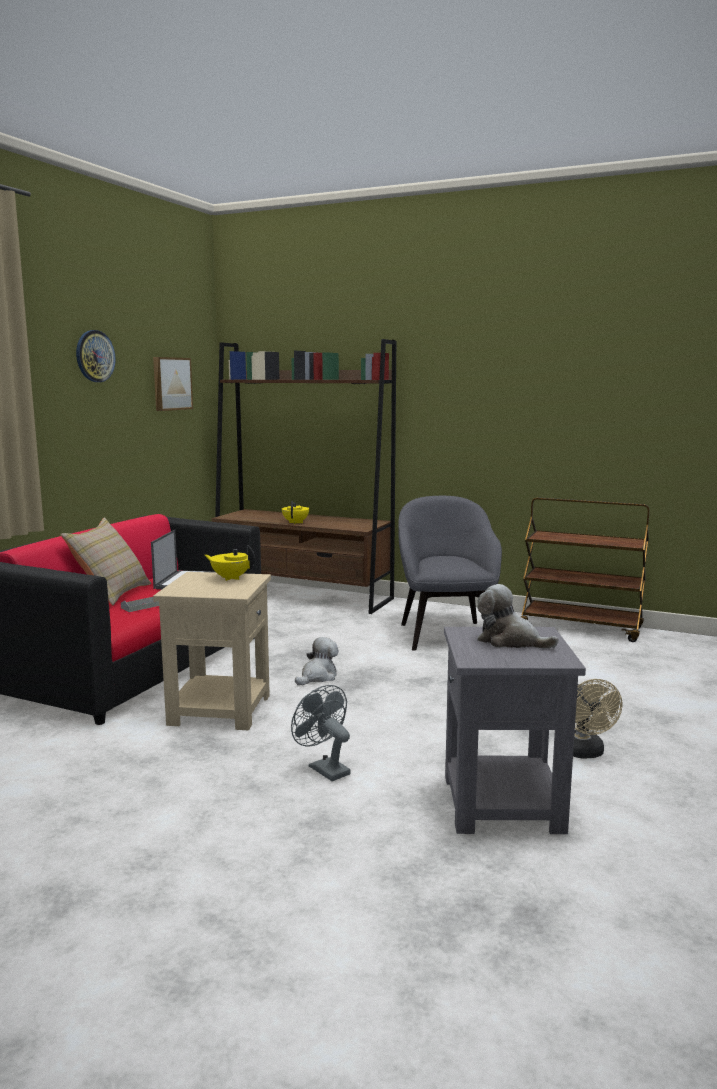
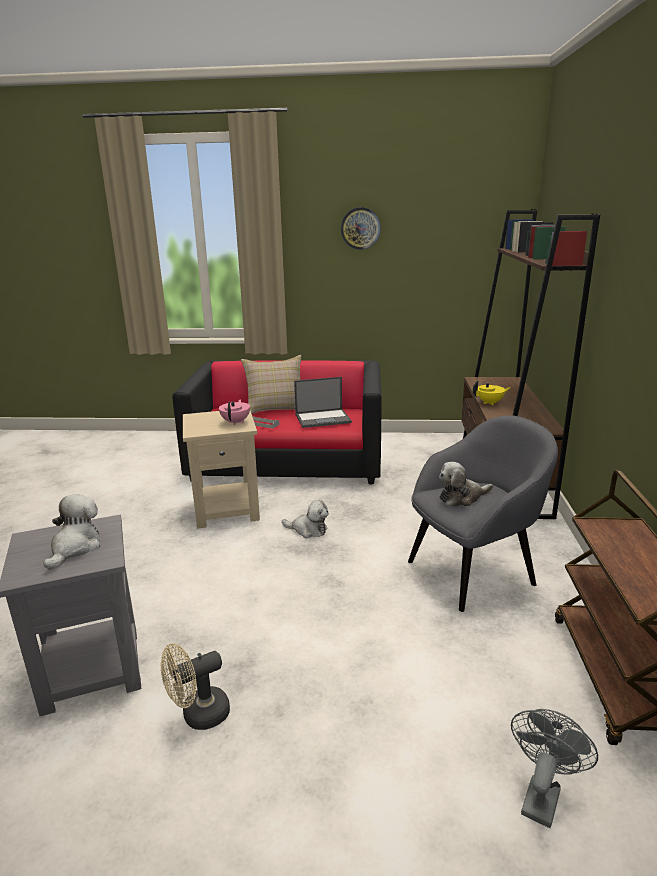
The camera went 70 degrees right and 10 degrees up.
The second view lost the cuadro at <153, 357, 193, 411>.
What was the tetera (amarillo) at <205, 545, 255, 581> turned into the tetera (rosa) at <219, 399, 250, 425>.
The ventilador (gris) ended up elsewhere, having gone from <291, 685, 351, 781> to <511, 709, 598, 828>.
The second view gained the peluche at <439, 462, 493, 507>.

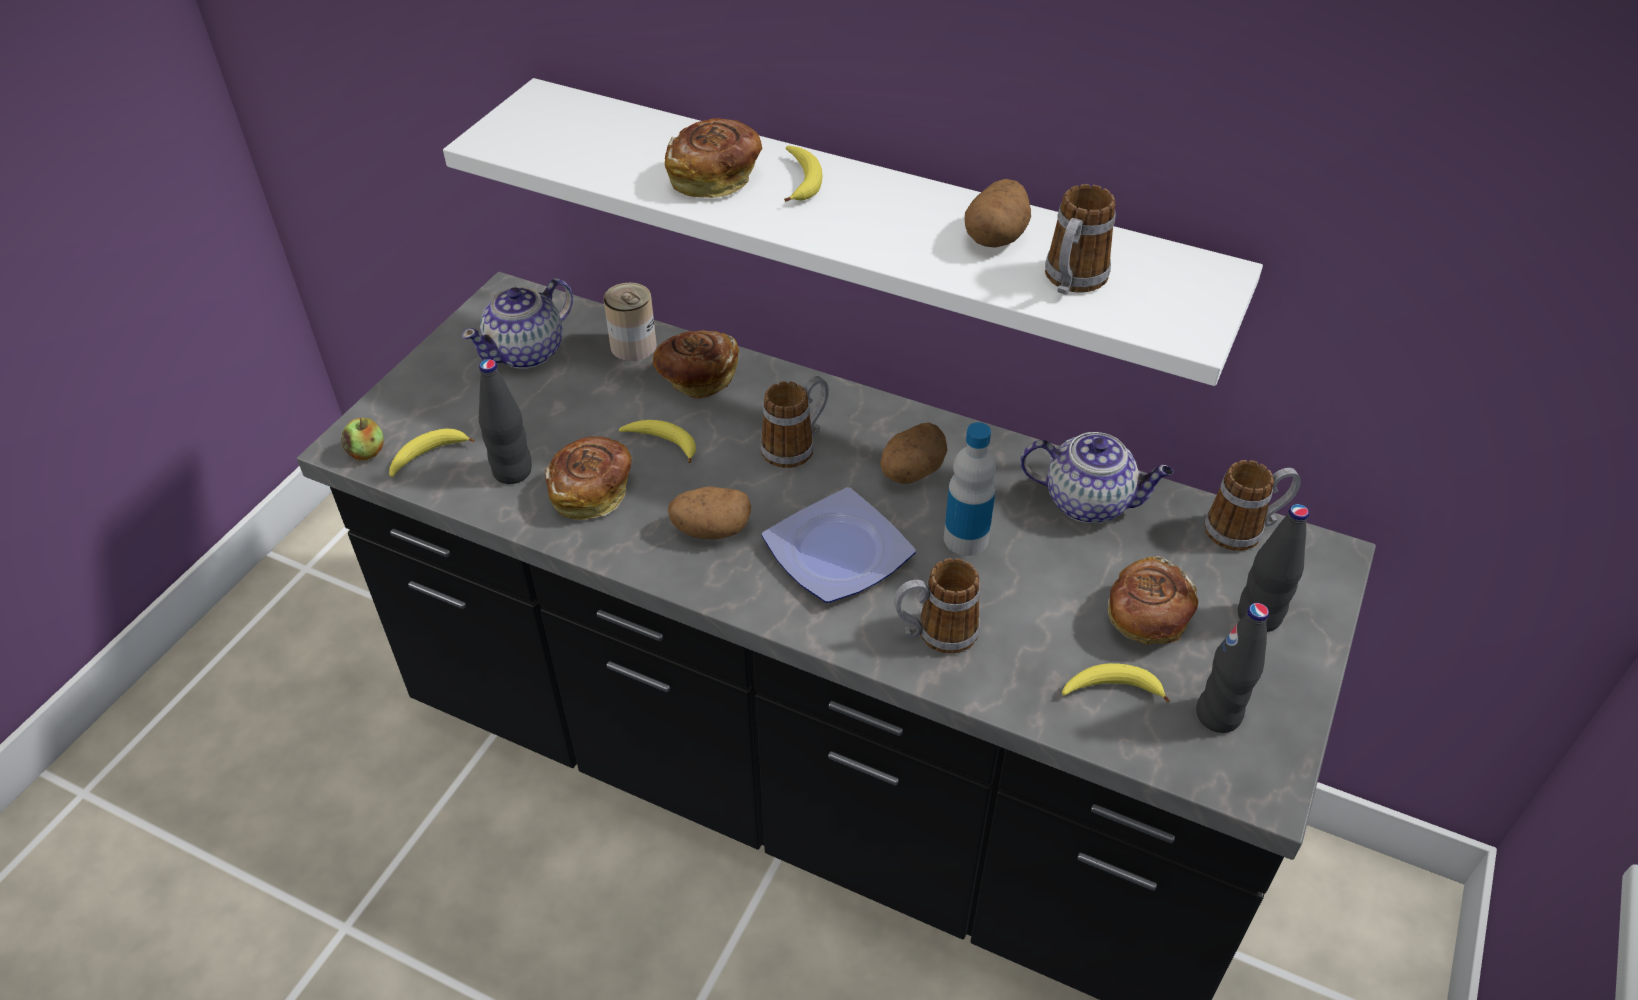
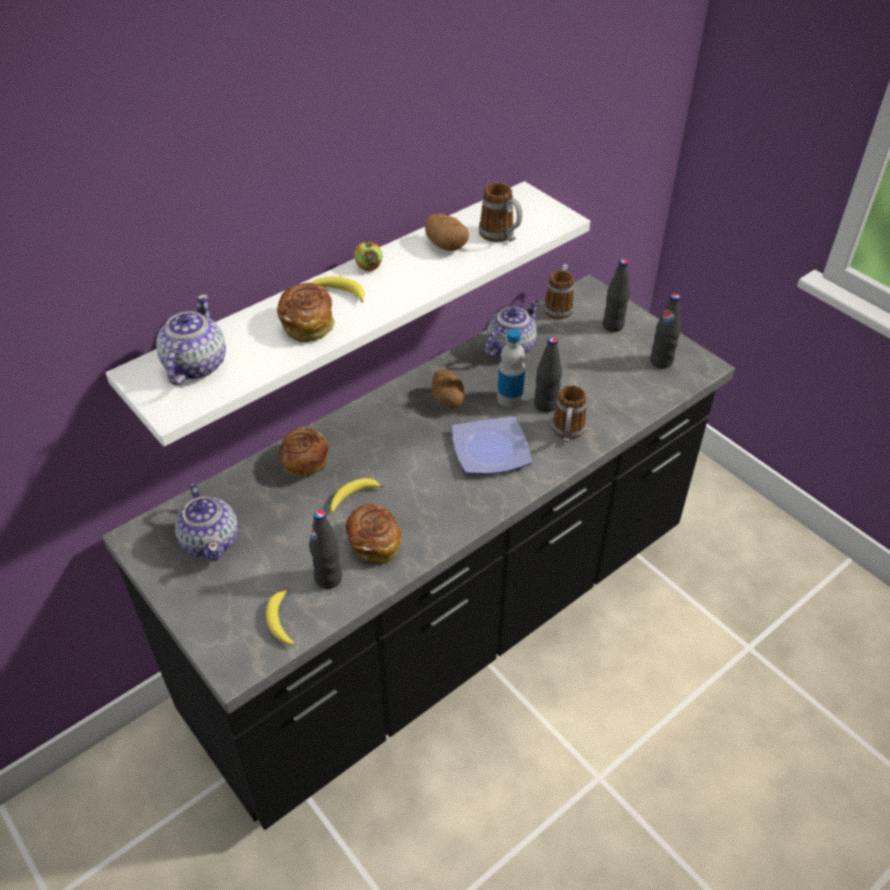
The camera went 65 degrees left and 0 degrees up.
The second view lost the lata at <604, 283, 657, 361>.
The second view lost the taza grande at <760, 376, 829, 468>.
The manzana ended up elsewhere, having gone from <341, 418, 384, 461> to <354, 240, 383, 271>.
The second view lost the patata at <668, 486, 751, 539>.
The second view lost the pan at <1108, 556, 1198, 645>.
The second view lost the plátano at <1062, 663, 1170, 703>.
The second view gained the tetera at <156, 294, 226, 385>.
The second view gained the botella (negro) at <534, 337, 562, 412>.

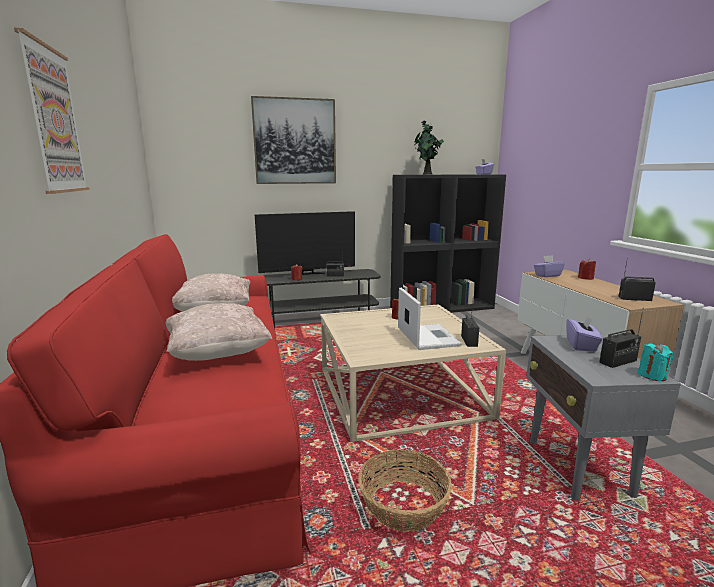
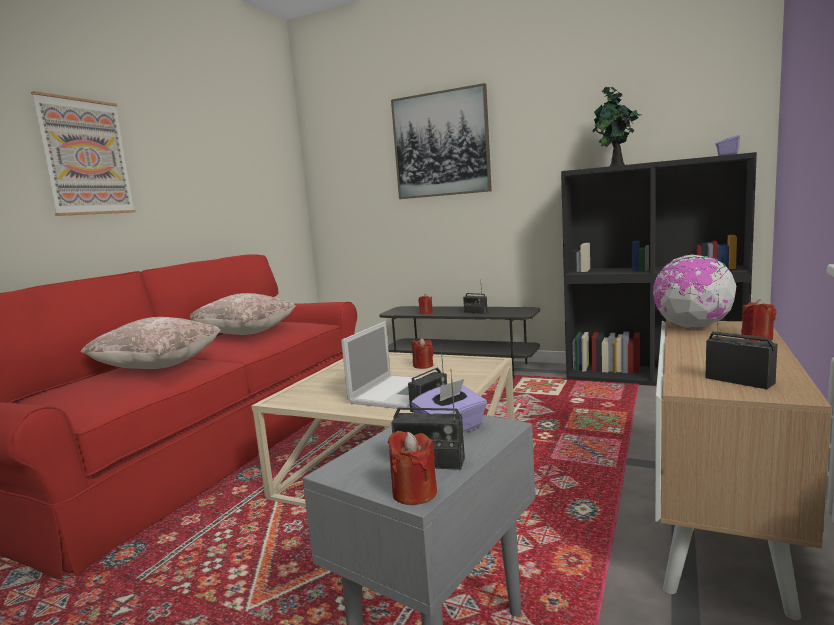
The camera went 40 degrees right and 5 degrees down.
The second view lost the televisor at <255, 211, 355, 275>.
Where the caja de pañuelos (morado) stood at <534, 255, 565, 277>, the globo terráqueo came to stand at <653, 254, 736, 329>.
What was the vela (turquesa) at <638, 343, 673, 381> turned into the vela (rojo) at <388, 431, 437, 505>.
The second view lost the cesta at <358, 449, 452, 532>.

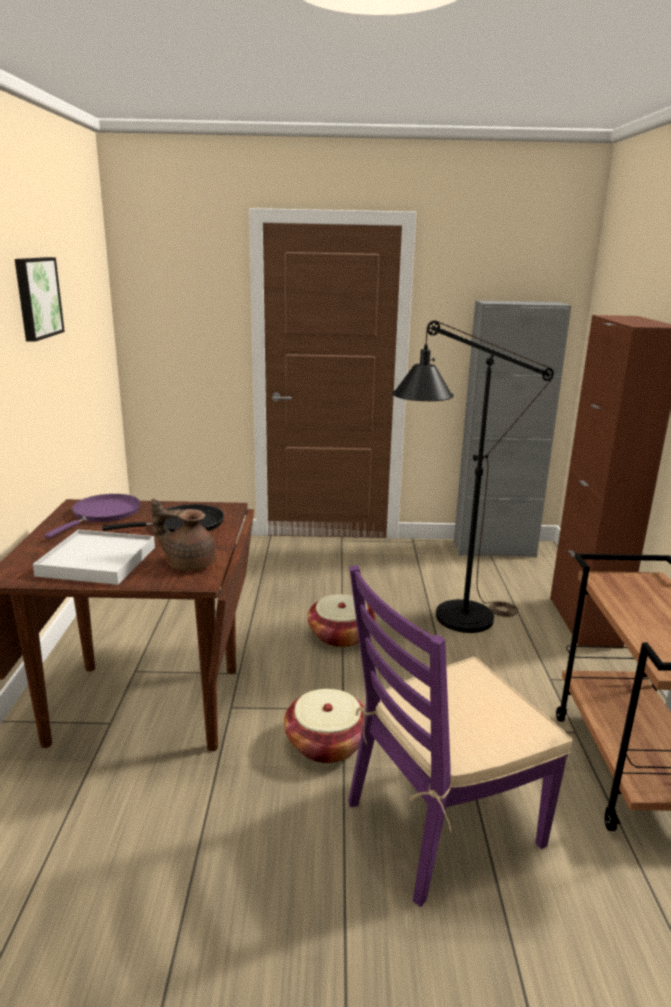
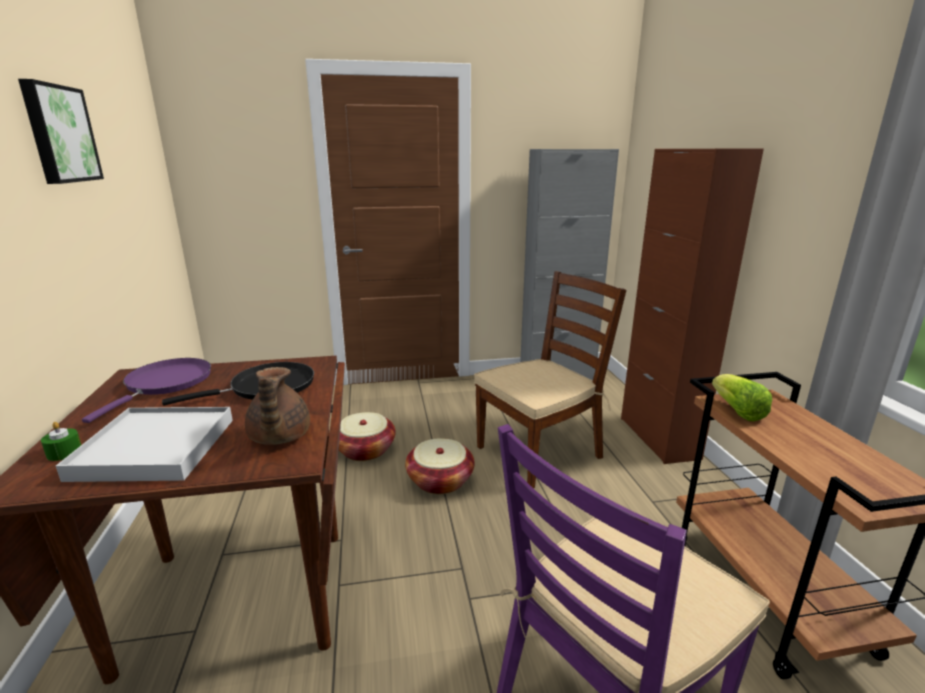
The camera went 10 degrees left and 0 degrees up.
Where the lámpara de pie (negro) stood at <392, 320, 554, 633>, the silla (marrón) came to stand at <474, 271, 626, 488>.
The tetera (marrón) at <151, 498, 216, 571> ended up facing another way, 105 degrees counterclockwise from before.
The cesta ended up elsewhere, having gone from <284, 689, 364, 763> to <339, 412, 396, 461>.
The second view gained the lechuga at <712, 374, 772, 421>.
The second view gained the vela (verde) at <41, 422, 81, 461>.

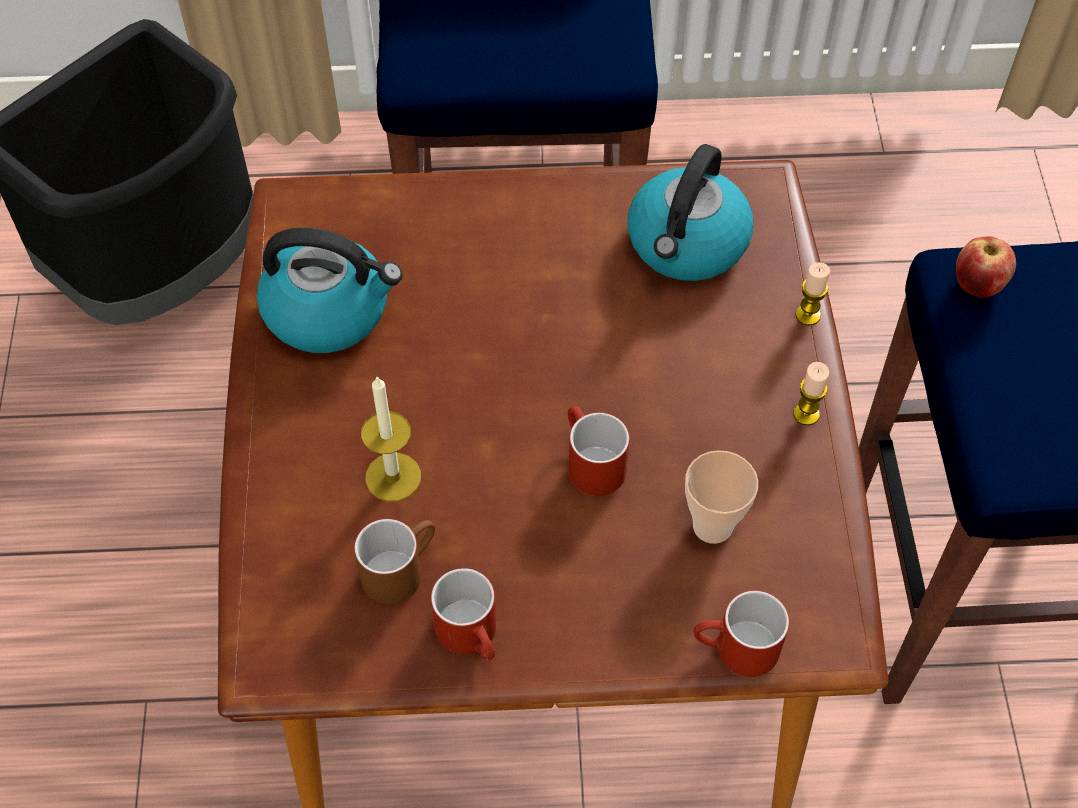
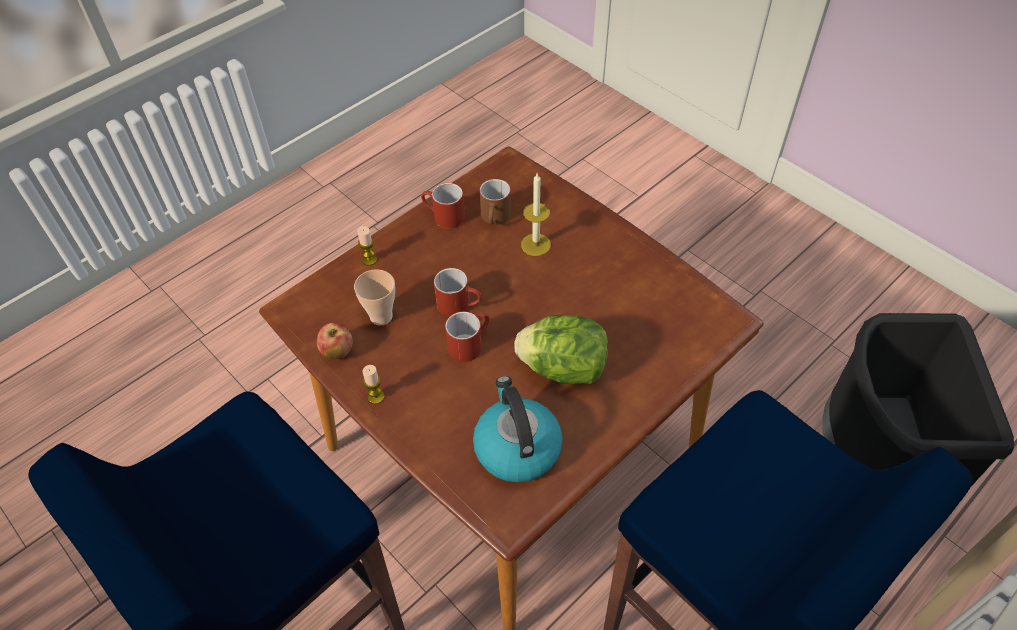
The camera went 140 degrees right and 5 degrees down.
The second view lost the hervidor at <257, 228, 403, 353>.
The manzana ended up elsewhere, having gone from <956, 236, 1016, 298> to <317, 323, 352, 360>.
The vela ended up elsewhere, having gone from <795, 262, 830, 326> to <357, 226, 377, 266>.
The taza grande (rojo) ended up elsewhere, having gone from <694, 591, 789, 677> to <445, 312, 490, 362>.
The second view gained the lechuga at <514, 315, 608, 384>.

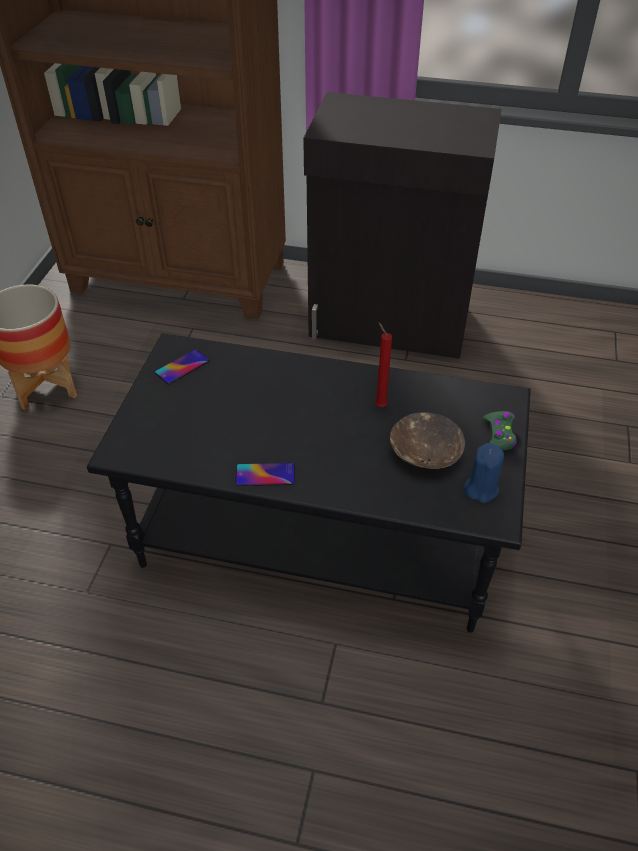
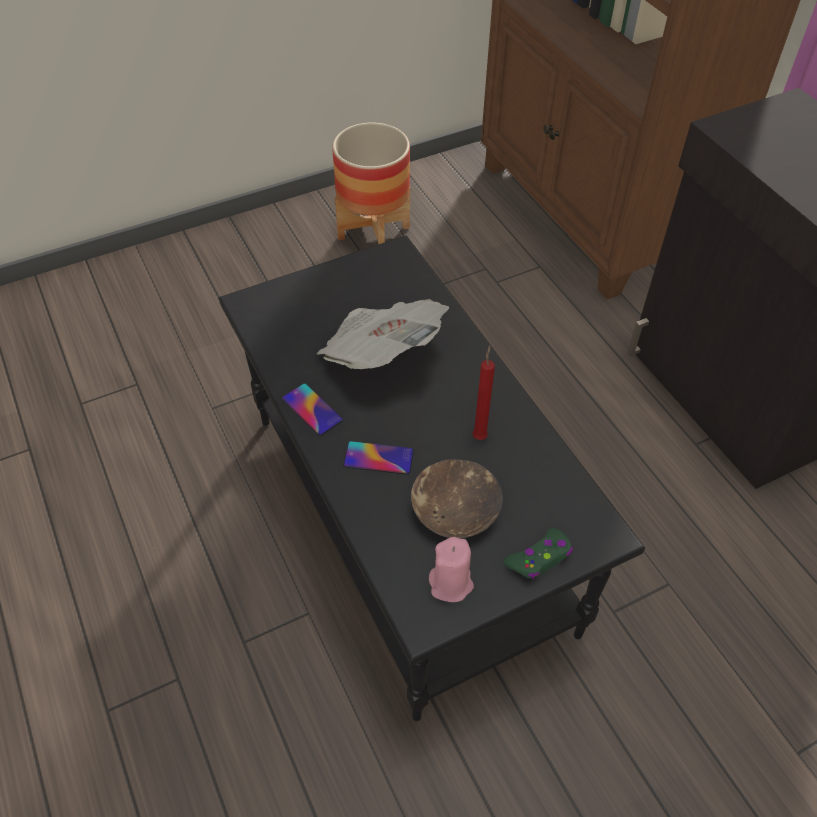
The camera went 50 degrees right and 5 degrees up.
The móvil ended up elsewhere, having gone from <155, 349, 210, 384> to <343, 441, 414, 475>.
What was the vela (azul) at <464, 443, 504, 503> turned into the vela (rosa) at <429, 537, 474, 602>.
The second view gained the periódico at <317, 299, 449, 369>.

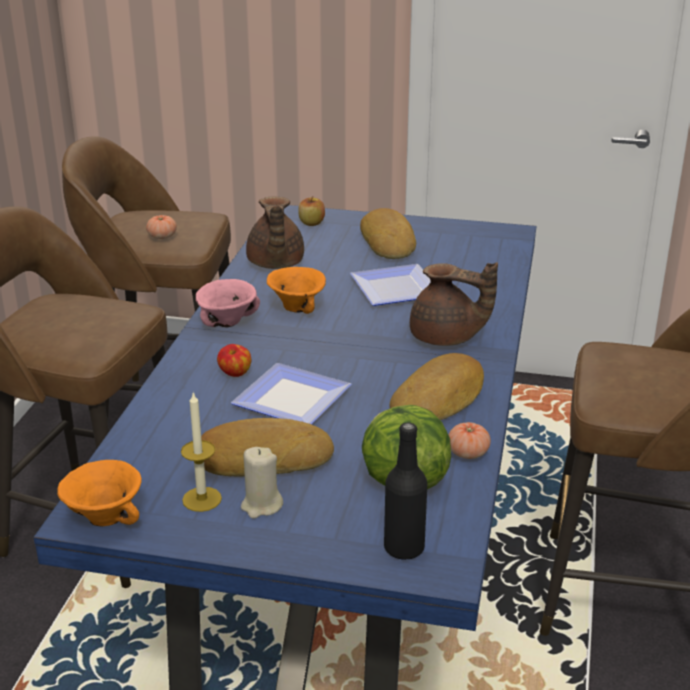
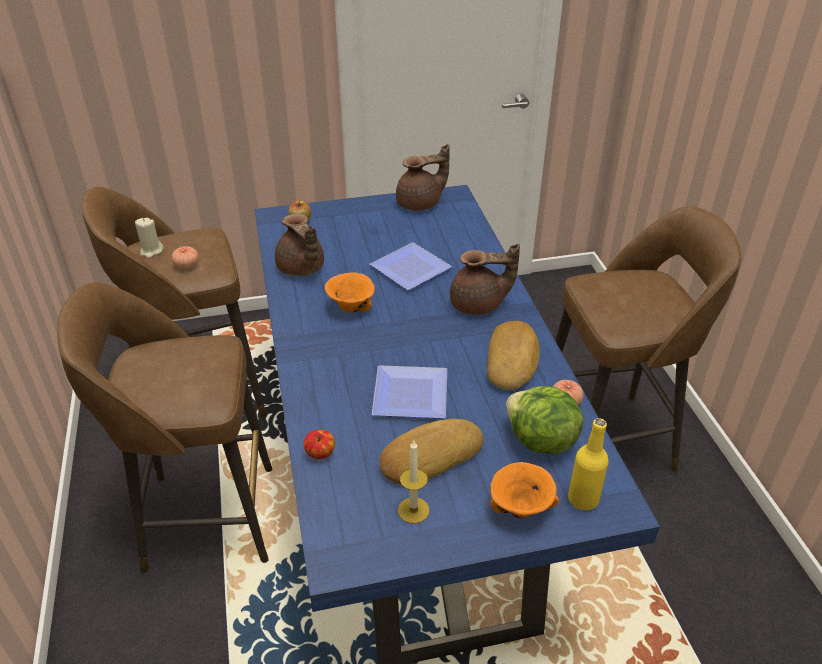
The camera went 25 degrees left and 10 degrees up.
The second view lost the pan at <360, 208, 416, 259>.
The second view lost the cuenco (rosa) at <196, 279, 260, 327>.
The manzana ended up elsewhere, having gone from <217, 344, 251, 377> to <304, 430, 335, 459>.
What was the botella (negro) at <384, 423, 427, 560> turned into the botella (amarillo) at <568, 418, 609, 510>.
The vela (beis) ended up elsewhere, having gone from <241, 447, 283, 519> to <135, 218, 164, 258>.
The cuenco (naranja) ended up elsewhere, having gone from <57, 460, 142, 526> to <490, 462, 559, 518>.
The second view gained the tetera (marrón) at <396, 144, 450, 211>.

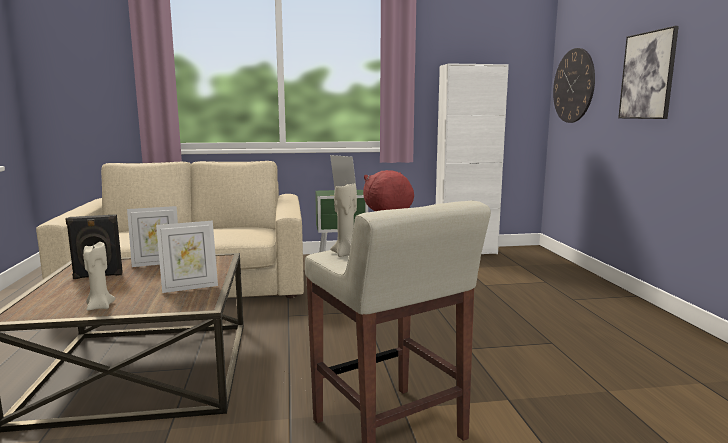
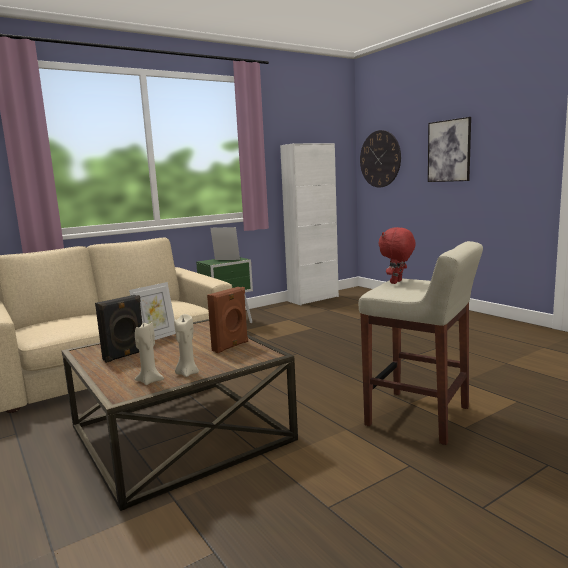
The camera went 25 degrees left and 0 degrees up.
The vela (beis) ended up elsewhere, having gone from <330, 183, 357, 257> to <135, 322, 164, 385>.
Where the portarretratos stood at <156, 220, 218, 293>, the altavoz (marrón) came to stand at <207, 287, 248, 353>.

